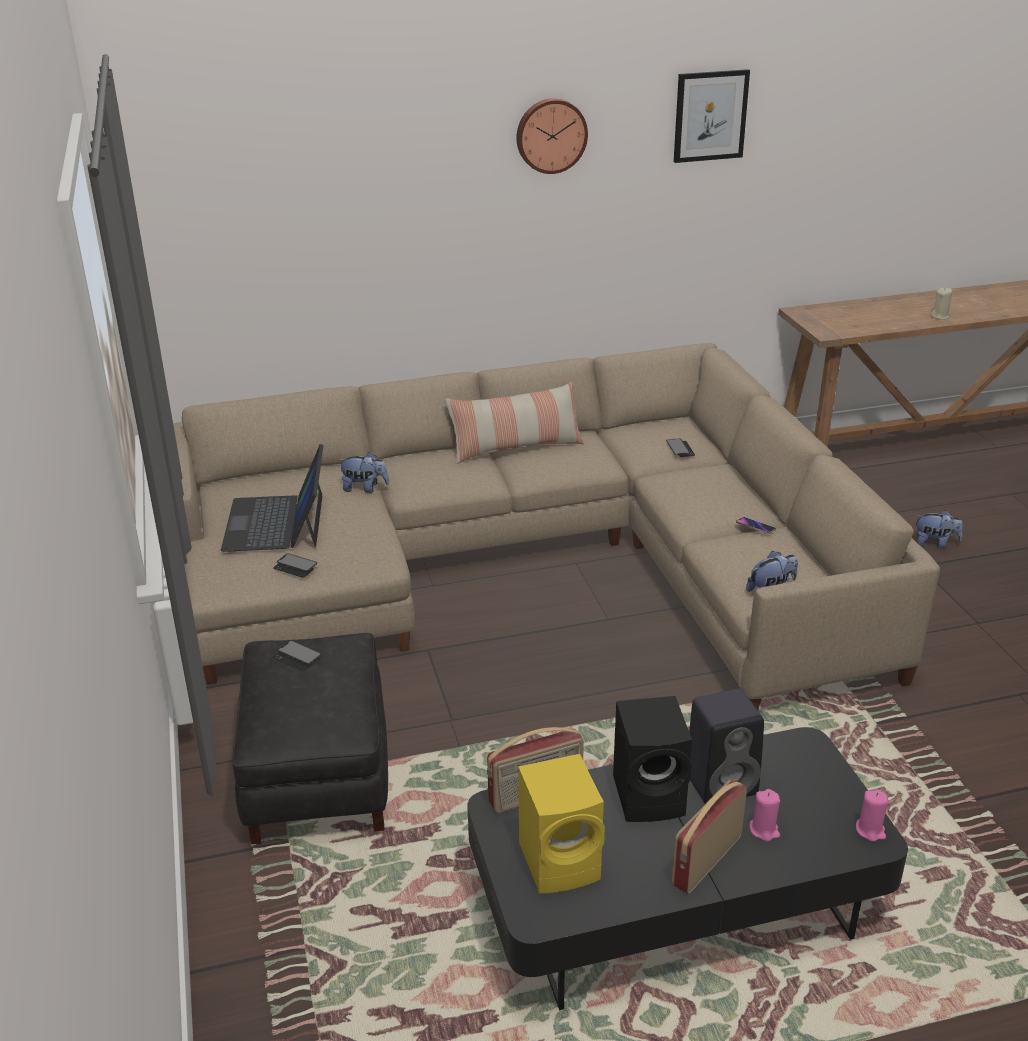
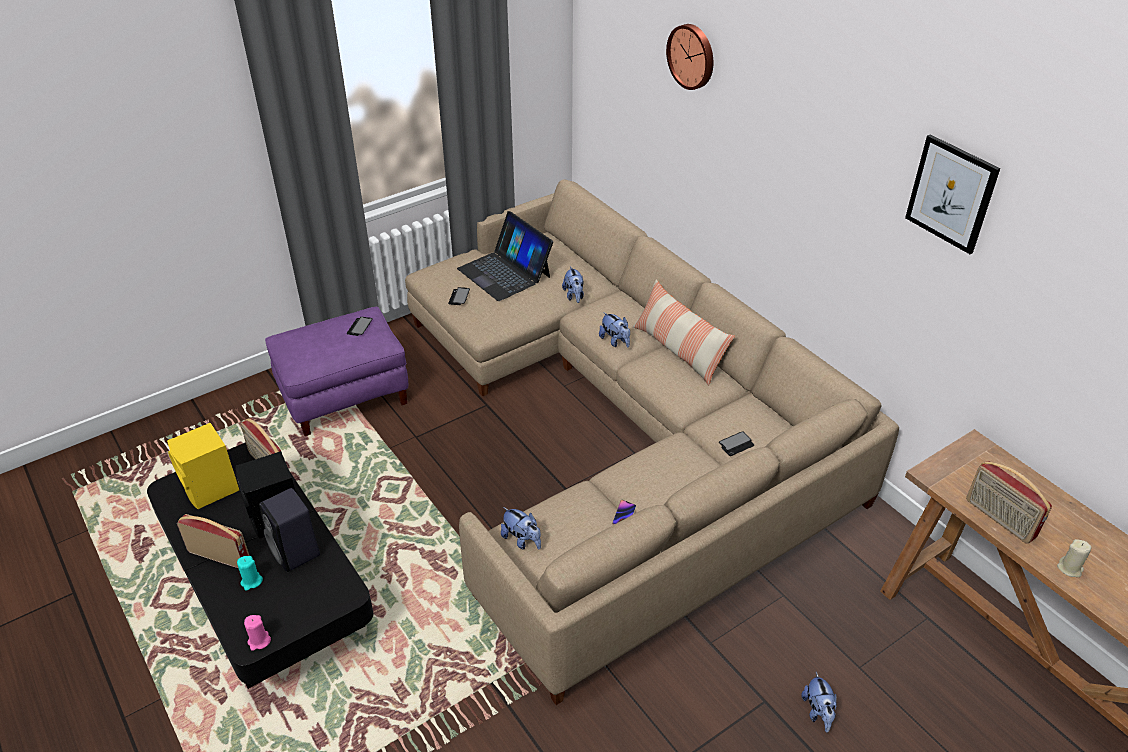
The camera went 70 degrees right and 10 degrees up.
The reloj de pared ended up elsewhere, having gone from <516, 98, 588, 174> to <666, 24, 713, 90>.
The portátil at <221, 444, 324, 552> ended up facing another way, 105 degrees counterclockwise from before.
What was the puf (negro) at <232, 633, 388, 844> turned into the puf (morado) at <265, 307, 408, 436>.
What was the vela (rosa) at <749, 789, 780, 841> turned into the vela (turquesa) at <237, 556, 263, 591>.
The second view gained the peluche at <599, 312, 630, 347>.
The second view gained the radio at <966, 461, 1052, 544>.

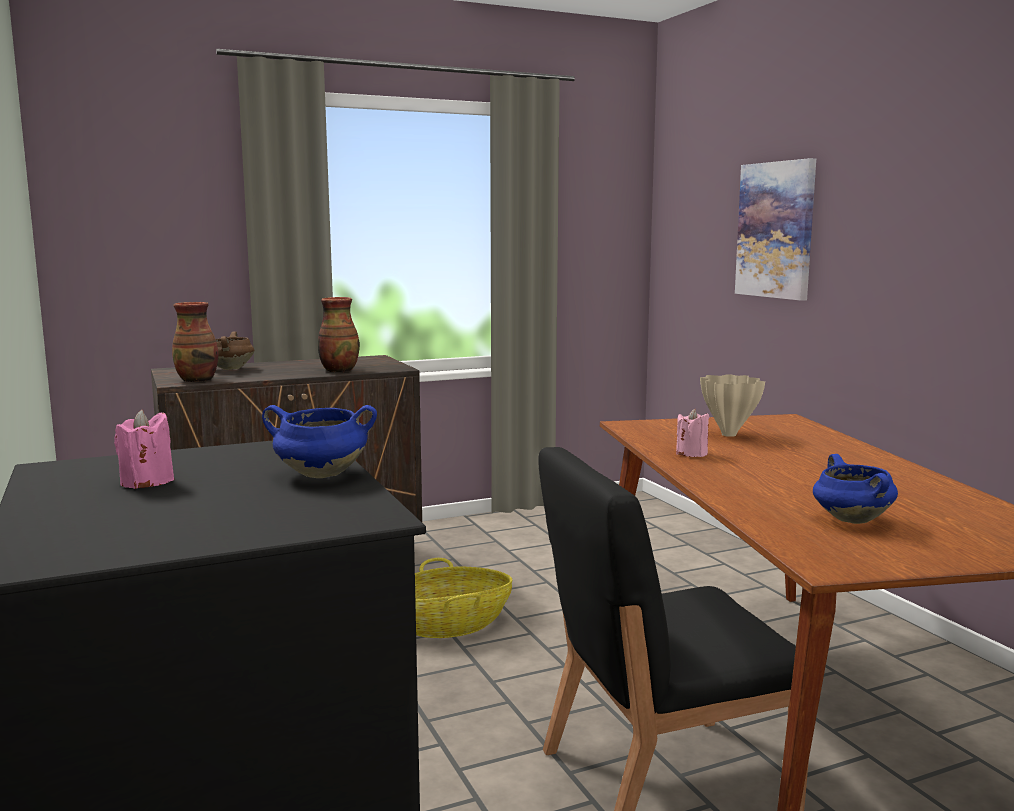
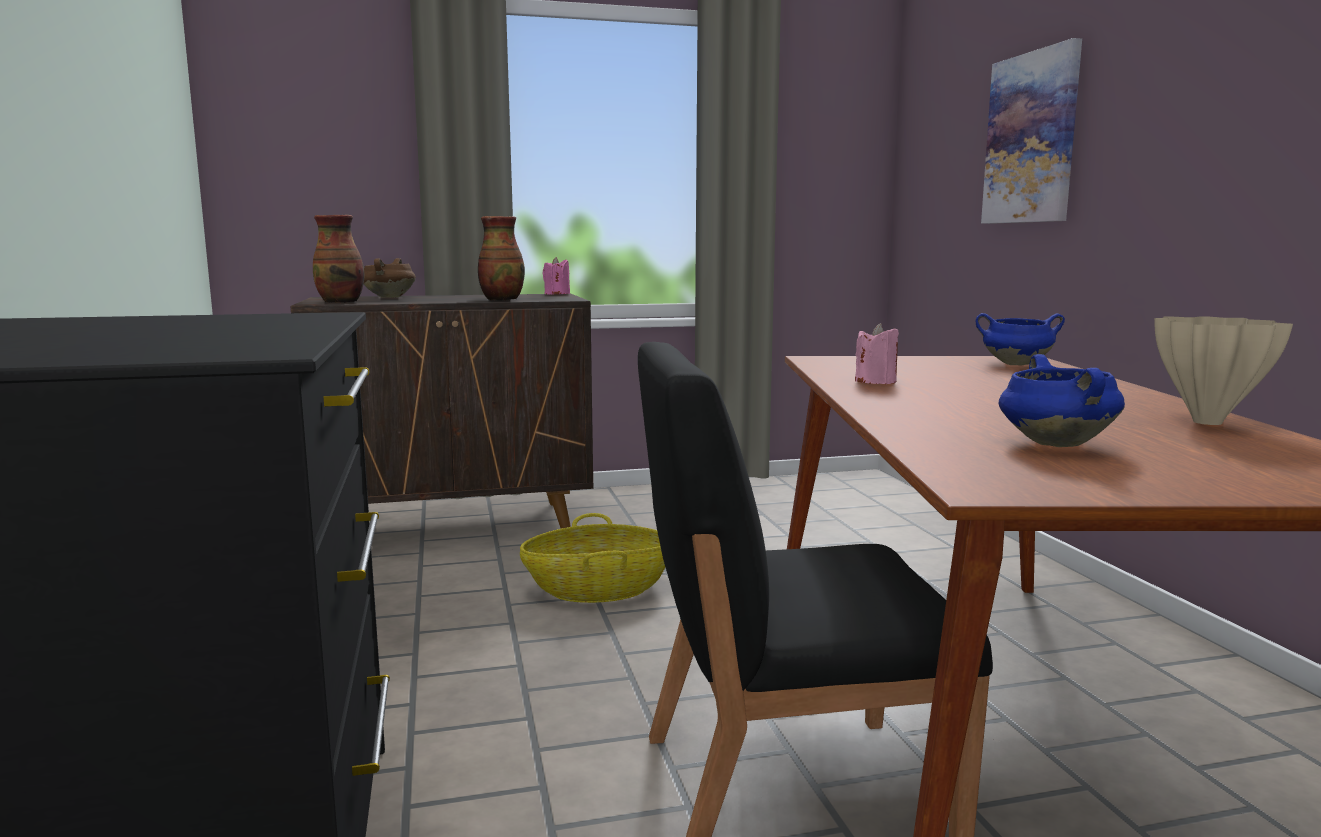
The camera went 10 degrees right and 0 degrees up.
The florero (beis) ended up elsewhere, having gone from <700, 374, 765, 437> to <1154, 316, 1293, 425>.
The olla (azul) ended up elsewhere, having gone from <262, 405, 377, 478> to <975, 313, 1065, 365>.
The vela (rosa) ended up elsewhere, having gone from <114, 409, 174, 489> to <542, 257, 570, 294>.

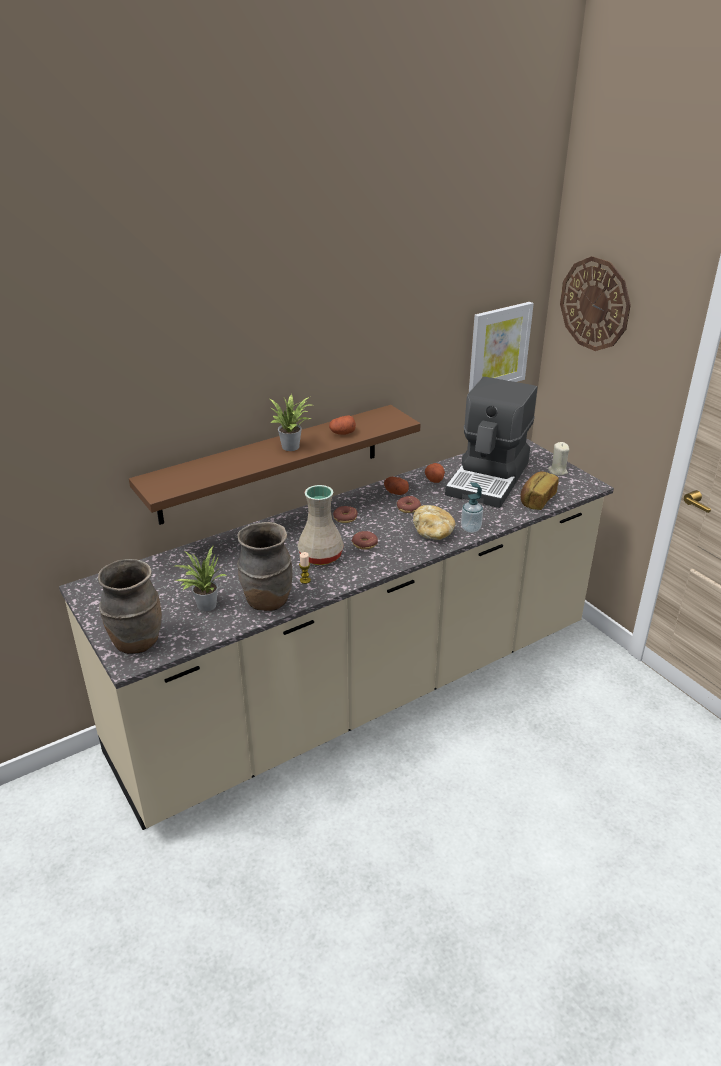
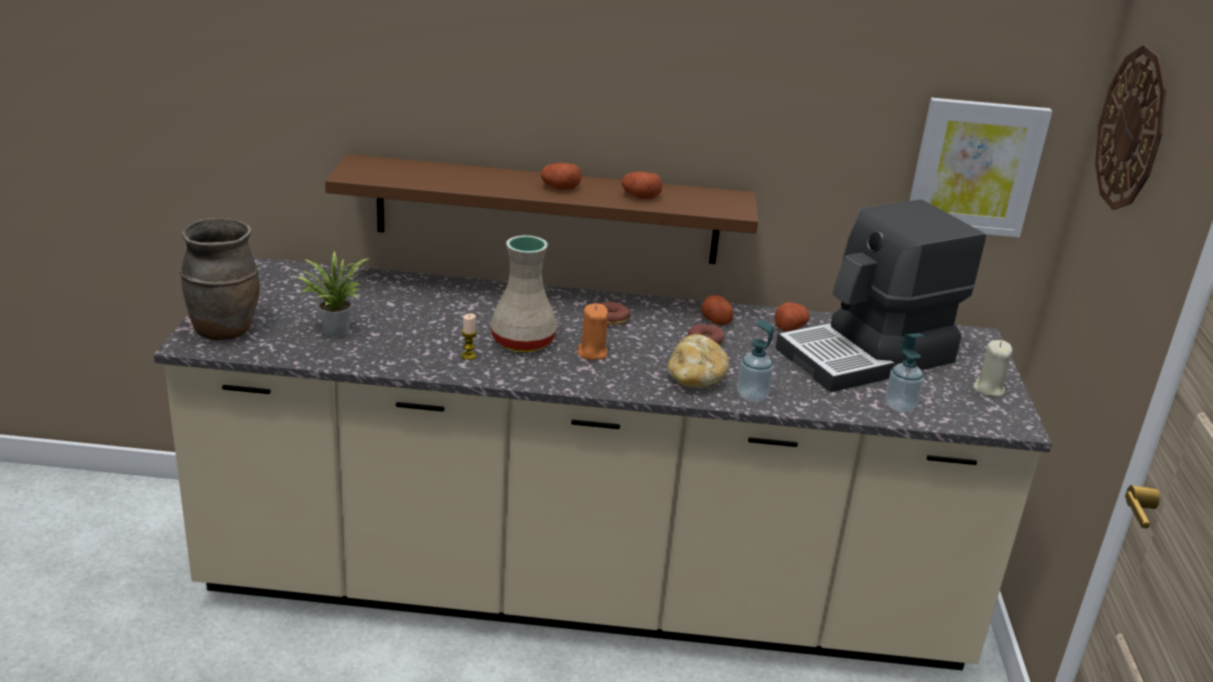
The camera went 35 degrees right and 5 degrees down.
Where the planta en maceta stood at <270, 394, 312, 451>, the patata came to stand at <541, 163, 581, 190>.
Where the pan stood at <520, 471, 559, 510>, the dispensador de jabón came to stand at <885, 333, 924, 413>.
The second view lost the florero (marrón) at <237, 522, 293, 611>.
Where the rosquilla stood at <352, 531, 378, 550>, the vela (naranja) came to stand at <577, 303, 608, 360>.

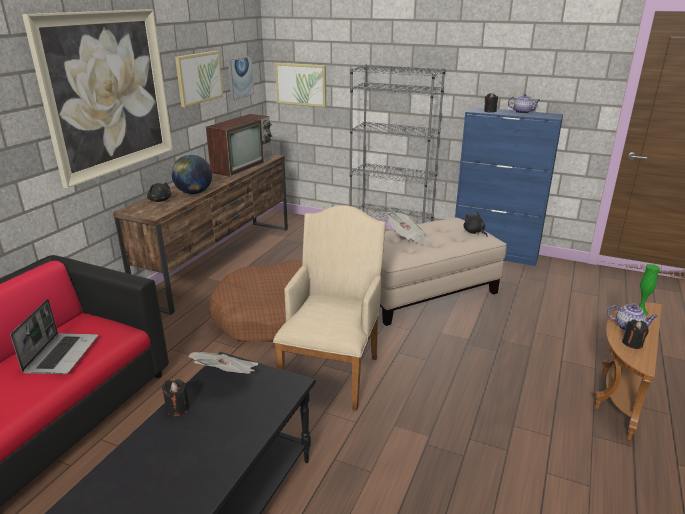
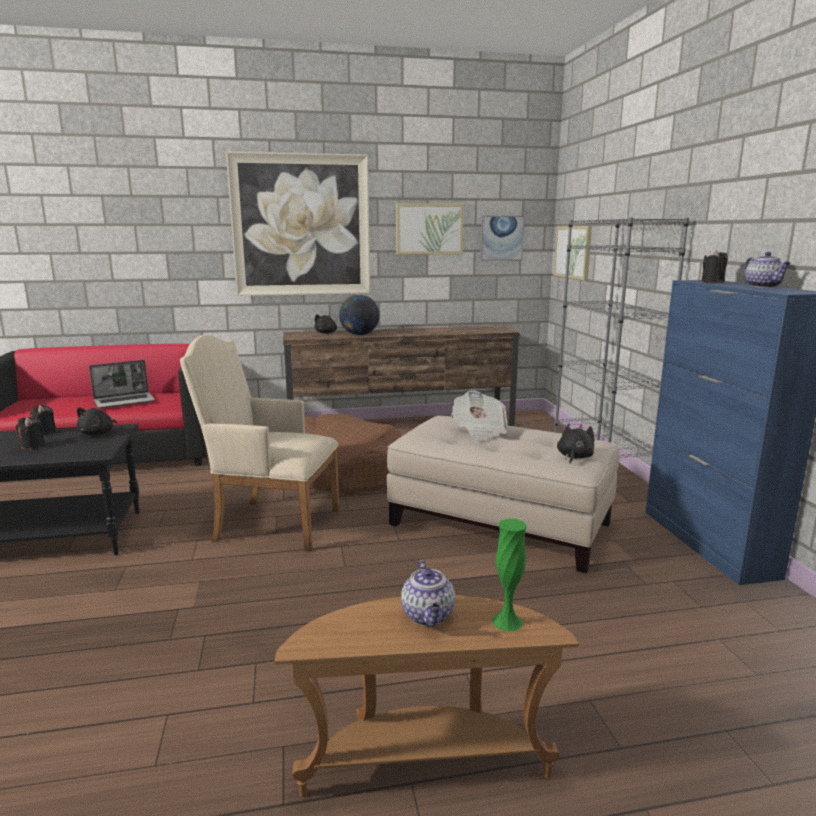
The camera went 55 degrees right and 10 degrees down.
The second view lost the televisor at <206, 114, 272, 177>.
The sillón (beis) at <273, 205, 386, 411> ended up facing another way, 150 degrees counterclockwise from before.
The vela (negro) ended up elsewhere, having gone from <622, 320, 649, 349> to <15, 417, 45, 450>.
Where the periódico stood at <189, 352, 258, 374>, the peluche (negro) came to stand at <77, 408, 117, 435>.

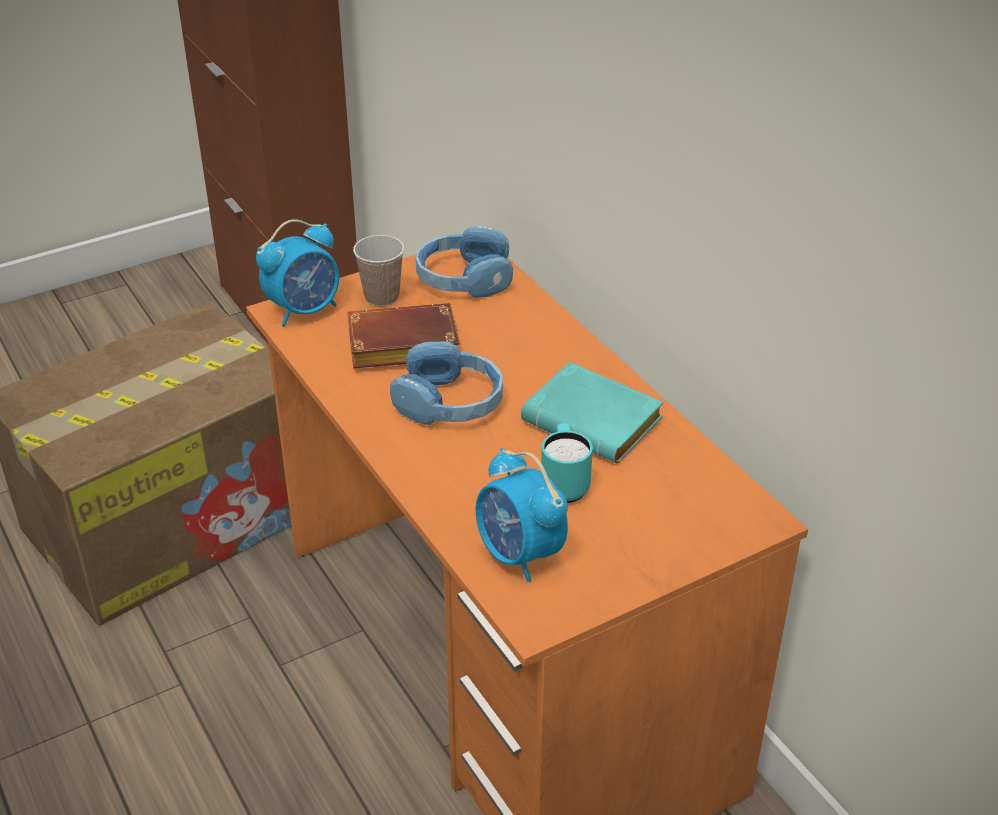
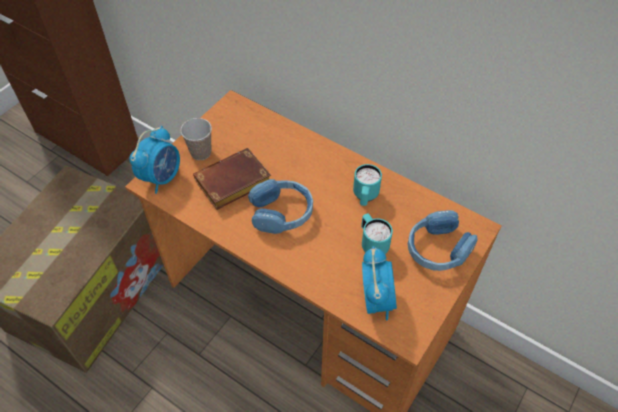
The camera went 25 degrees left and 15 degrees up.
The auriculares (azul) ended up elsewhere, having gone from <415, 226, 513, 298> to <408, 210, 478, 271>.
Where the libro (turquesa) stood at <521, 362, 664, 463>, the taza grande (turquesa) came to stand at <353, 164, 382, 206>.
The despertador at <476, 448, 568, 582> ended up facing another way, 120 degrees counterclockwise from before.

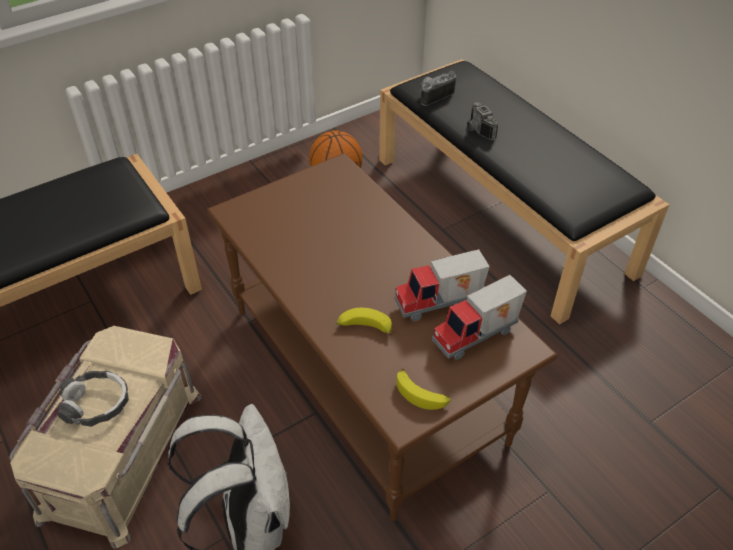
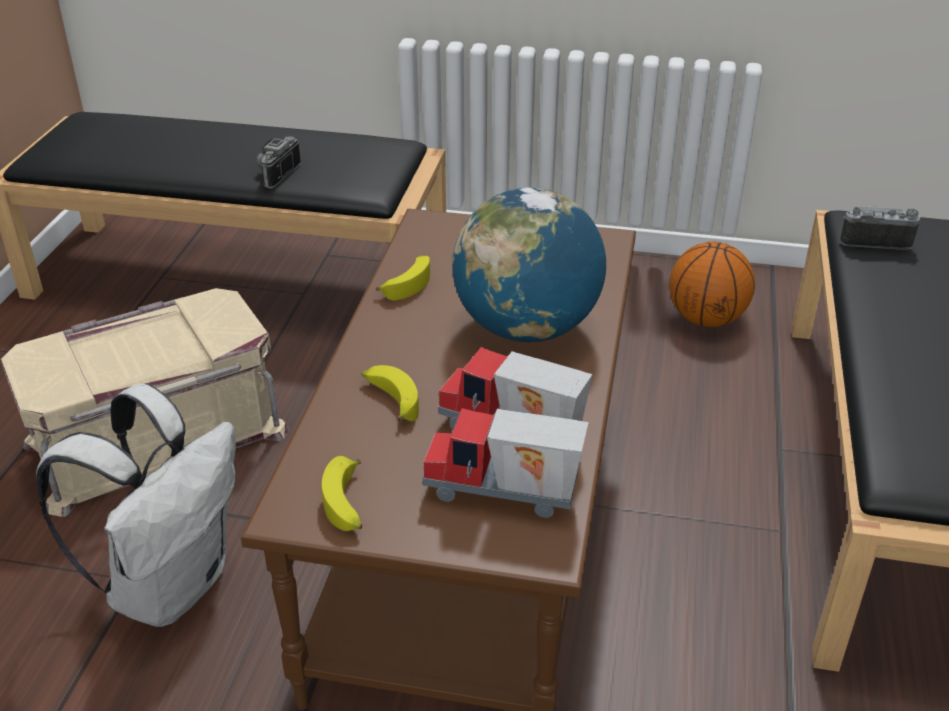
The camera went 45 degrees right and 10 degrees down.
The cámara ended up elsewhere, having gone from <467, 102, 498, 140> to <257, 136, 301, 189>.
The second view lost the auriculares at <57, 371, 129, 427>.
The second view gained the globo terráqueo at <452, 187, 606, 342>.
The second view gained the plátano at <376, 255, 430, 300>.

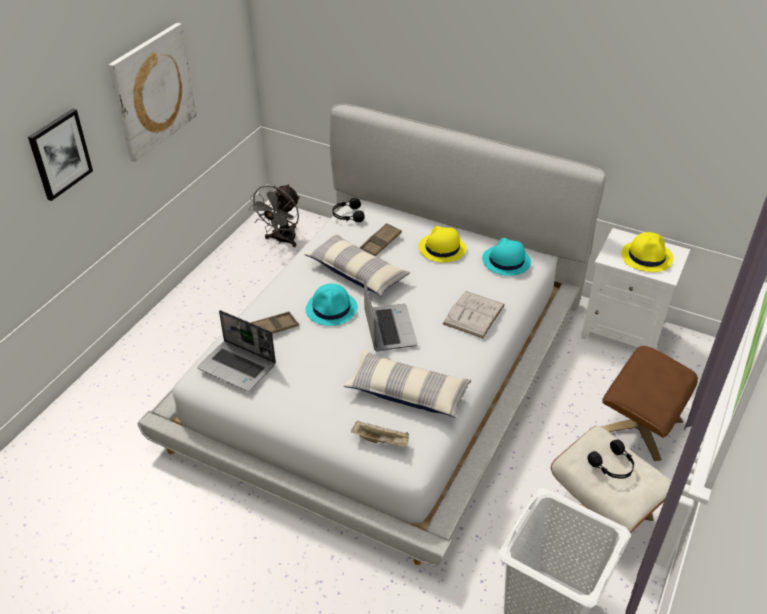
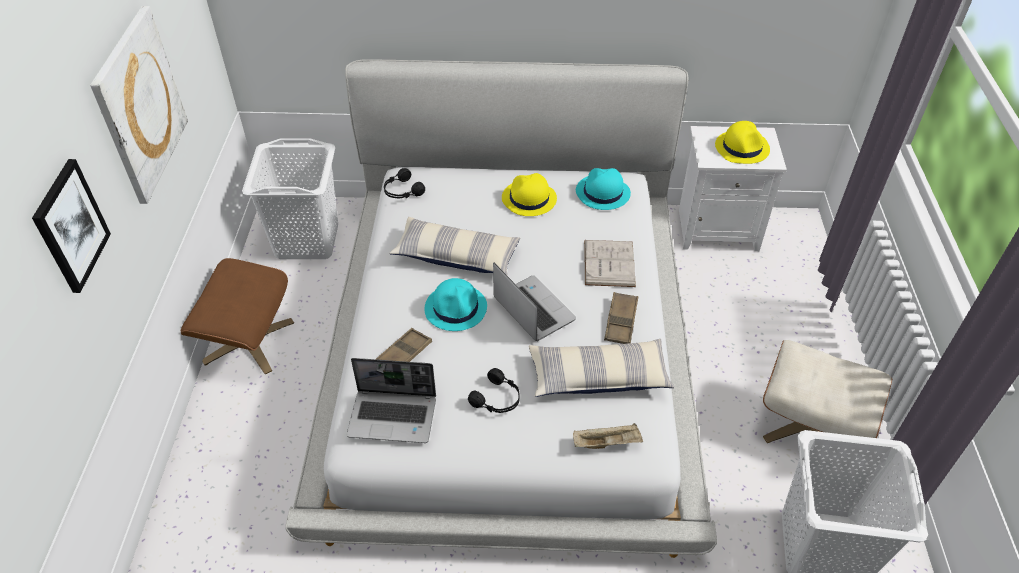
The camera went 25 degrees left and 5 degrees up.
Where the ventilador (gris) stood at <248, 184, 300, 247>, the cesto de la ropa (blanco) came to stand at <242, 138, 338, 259>.
The bandeja (marrón) ended up elsewhere, having gone from <360, 223, 402, 256> to <604, 292, 638, 344>.
The puf (marrón) ended up elsewhere, having gone from <602, 346, 698, 461> to <181, 258, 294, 375>.
The auriculares (negro) ended up elsewhere, having gone from <587, 440, 634, 479> to <468, 368, 520, 413>.

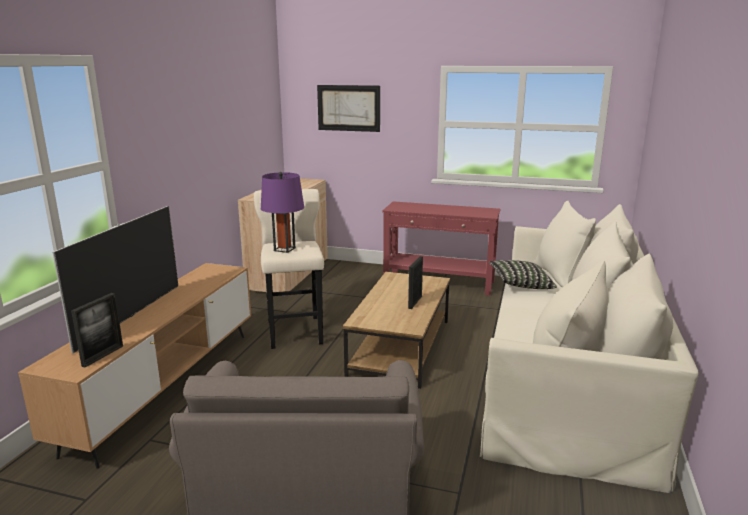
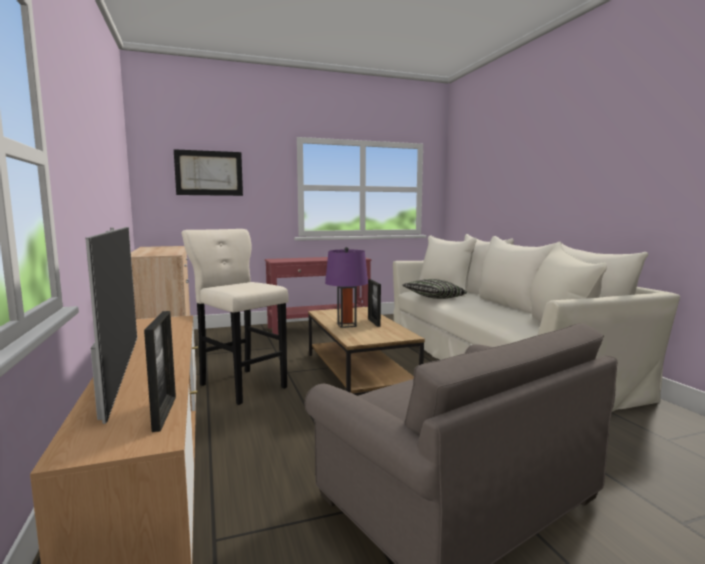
The camera went 35 degrees left and 10 degrees down.
The lámpara de mesa (morado) ended up elsewhere, having gone from <261, 172, 304, 253> to <325, 247, 368, 328>.

